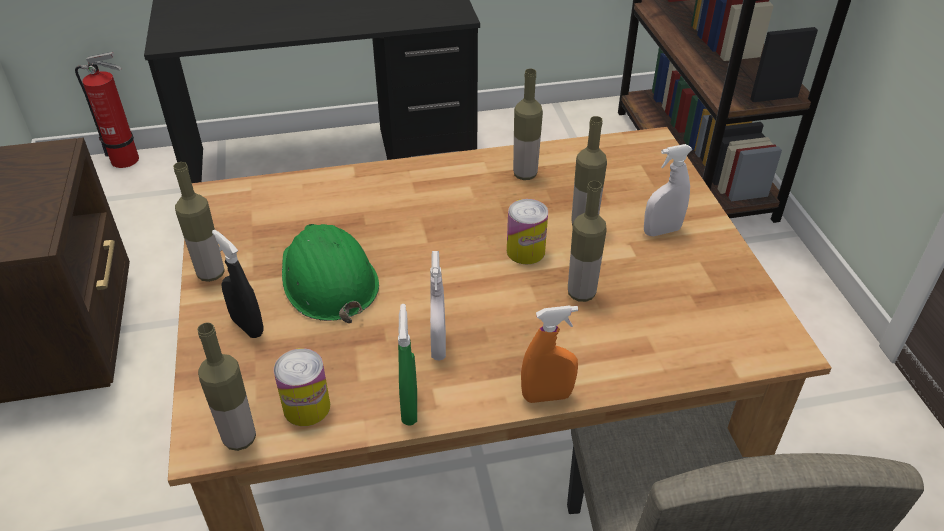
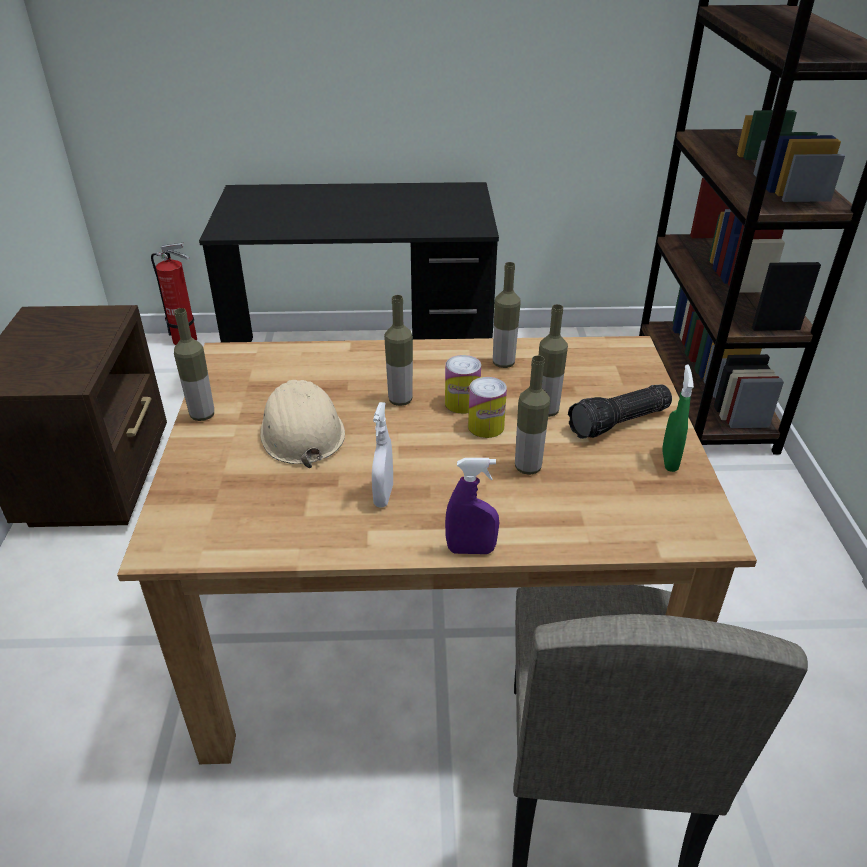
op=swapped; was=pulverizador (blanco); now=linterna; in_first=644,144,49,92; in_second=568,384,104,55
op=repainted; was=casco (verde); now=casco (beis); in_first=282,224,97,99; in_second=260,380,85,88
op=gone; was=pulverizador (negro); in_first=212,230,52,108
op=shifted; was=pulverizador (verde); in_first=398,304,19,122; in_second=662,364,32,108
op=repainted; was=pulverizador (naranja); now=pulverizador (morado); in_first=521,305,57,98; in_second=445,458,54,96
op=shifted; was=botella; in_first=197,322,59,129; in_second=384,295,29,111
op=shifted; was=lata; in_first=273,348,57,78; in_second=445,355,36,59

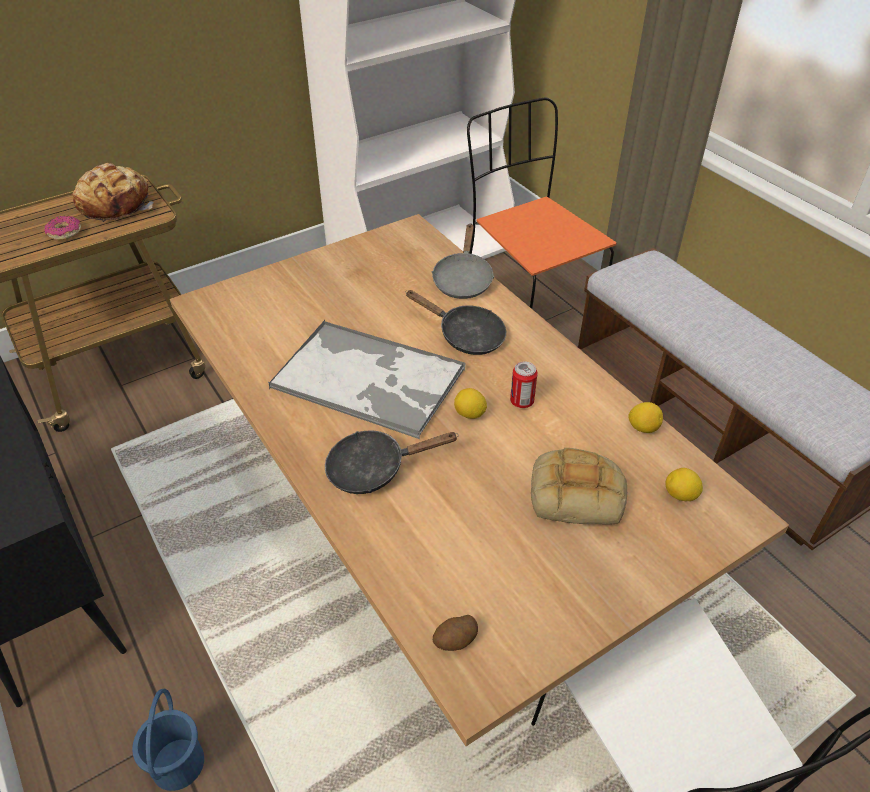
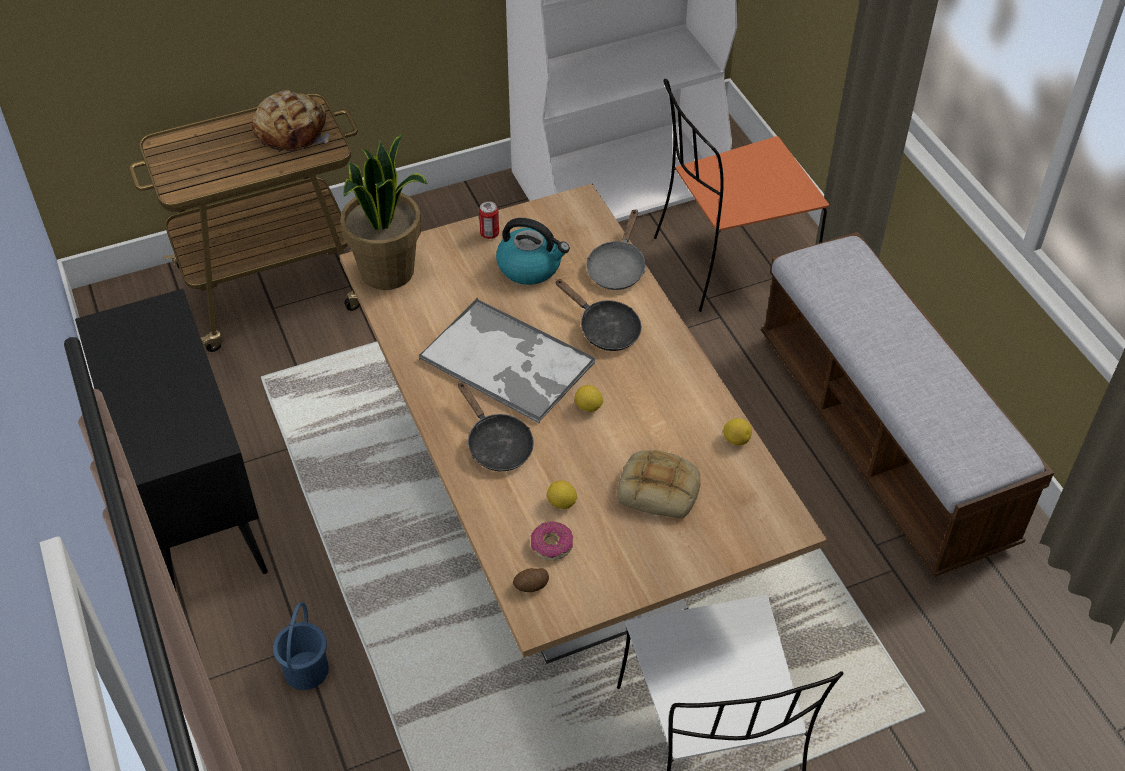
op=rotated; was=silla (naranja); in_first=467,97,150,212; in_second=654,79,175,233; clockwise=-90
op=shifted; was=rosquilla; in_first=45,216,36,24; in_second=531,521,43,40
op=shifted; was=lata; in_first=510,361,28,47; in_second=479,201,20,38
op=rotated; was=sartén (negro); in_first=325,430,134,64; in_second=458,381,76,90; clockwise=-120
op=shifted; was=limón; in_first=666,468,37,33; in_second=547,481,30,28
op=new; now=planta en maceta; in_second=340,134,88,156
op=new; now=hervidor; in_second=496,218,74,67

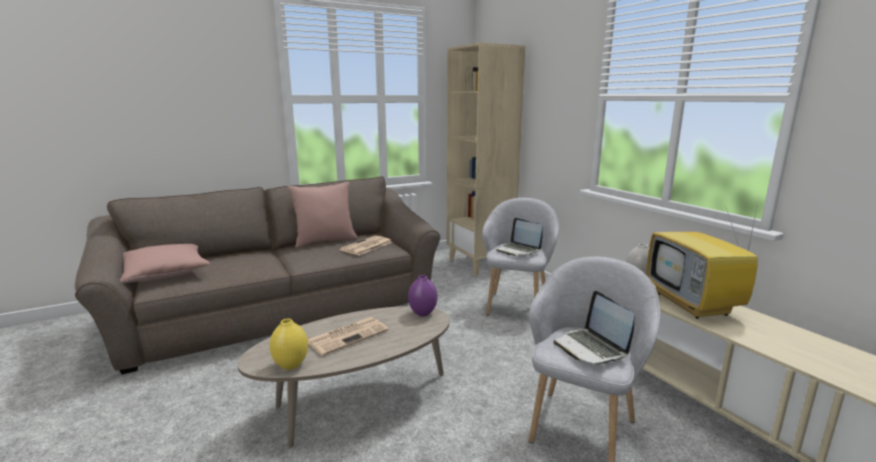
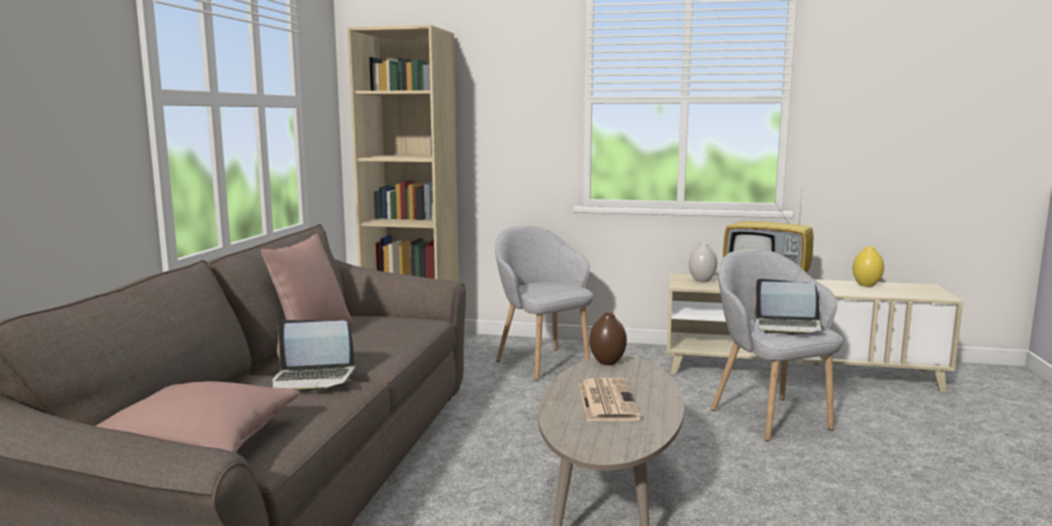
op=shifted; was=portátil; in_first=496,218,47,38; in_second=272,320,83,73
op=gone; was=periódico; in_first=339,236,53,19
op=repainted; was=florero (morado); now=florero (marrón); in_first=408,275,30,41; in_second=589,312,38,53
op=shifted; was=florero (amarillo); in_first=270,319,38,51; in_second=852,246,32,41

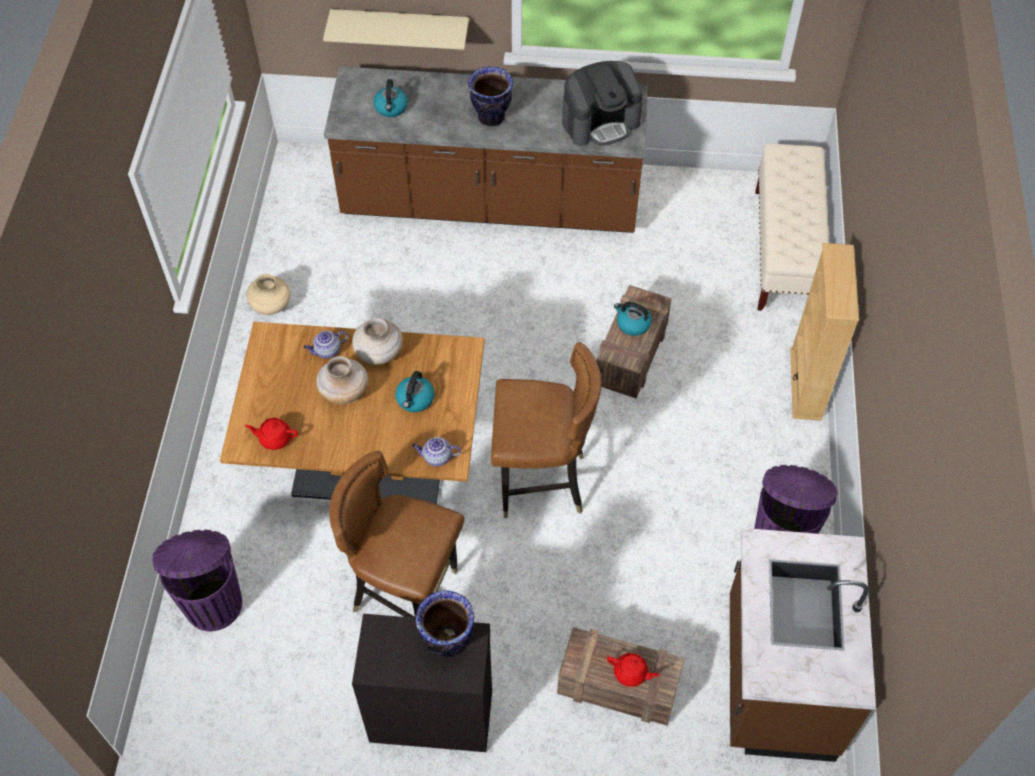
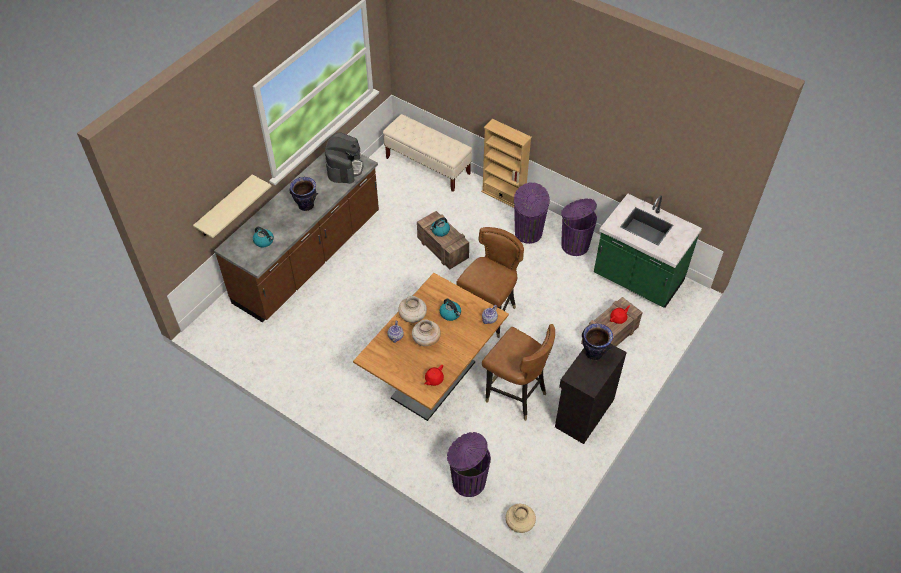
op=shifted; was=florero (beis); in_first=246,274,44,41; in_second=506,504,30,29
op=rotated; was=silla (marrón); in_first=329,451,135,167; in_second=482,324,73,97; clockwise=-105
op=repainted; was=mueble bajo de cocina (marrón); now=mueble bajo de cocina (verde); in_first=730,528,146,234; in_second=594,194,108,114
op=new; now=papelera (morado); in_second=514,182,36,62

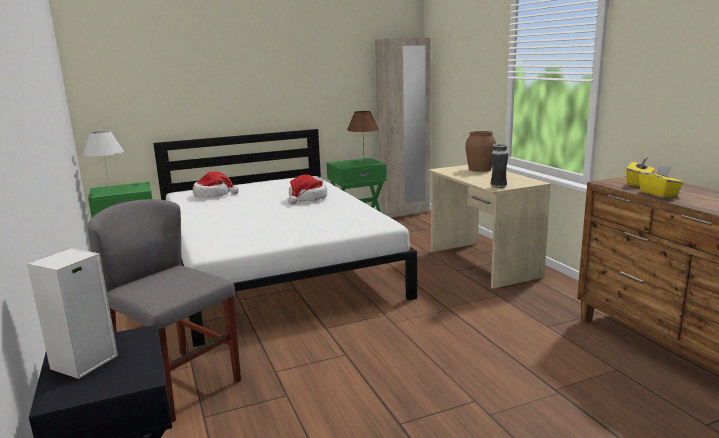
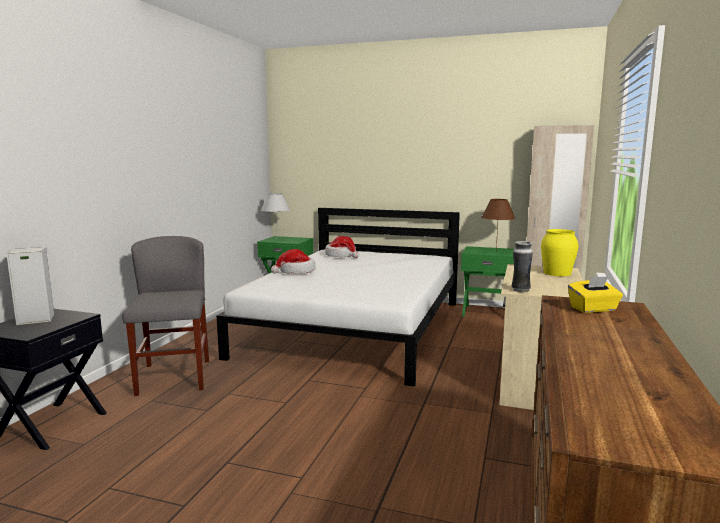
op=repainted; was=florero (marrón); now=florero (amarillo); in_first=465,131,31,41; in_second=541,229,38,47
op=gone; was=caja de pañuelos (amarillo); in_first=638,165,45,33
op=shifted; was=sombrero; in_first=288,174,39,31; in_second=271,249,45,25

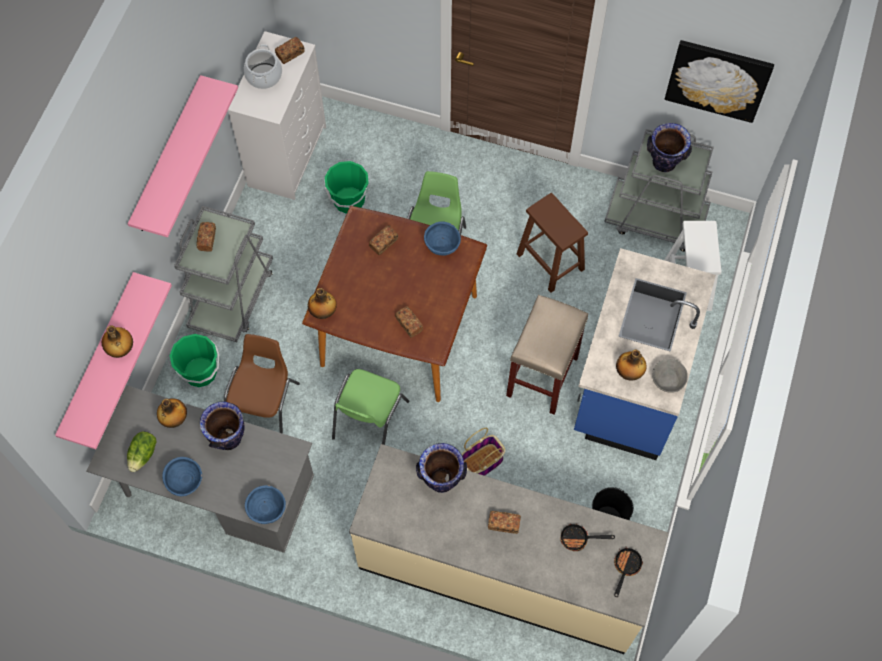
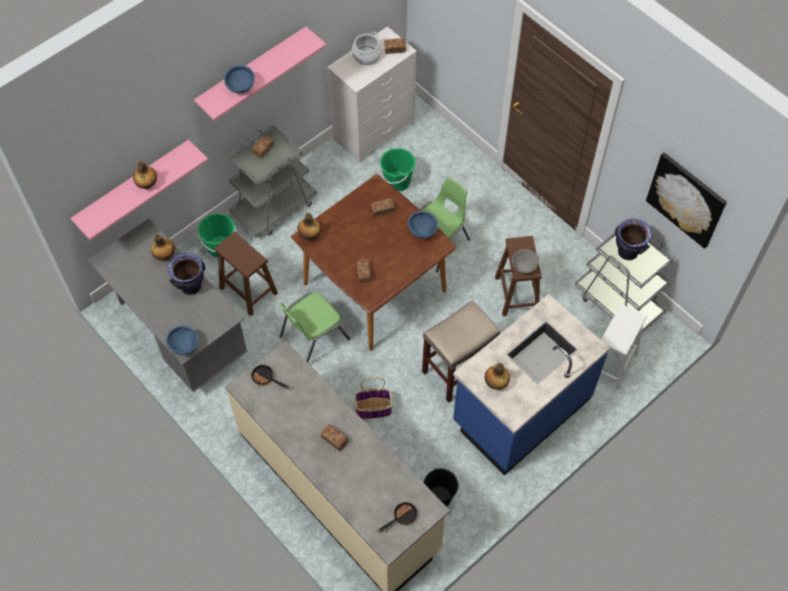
op=swapped; was=silla (marrón); now=taburete (marrón); in_first=224,334,76,100; in_second=214,232,64,84
op=shifted; was=cuenco (gris); in_first=652,359,36,34; in_second=512,249,27,25
op=gone; was=lechuga; in_first=127,431,30,41
op=gone; was=florero; in_first=416,443,51,50
op=shifted; was=cuenco (azul); in_first=162,457,40,39; in_second=224,65,31,29
op=shifted; was=sartén; in_first=560,524,55,27; in_second=251,365,38,24

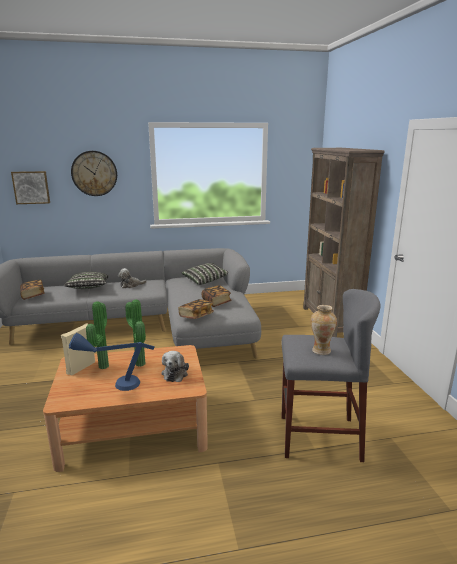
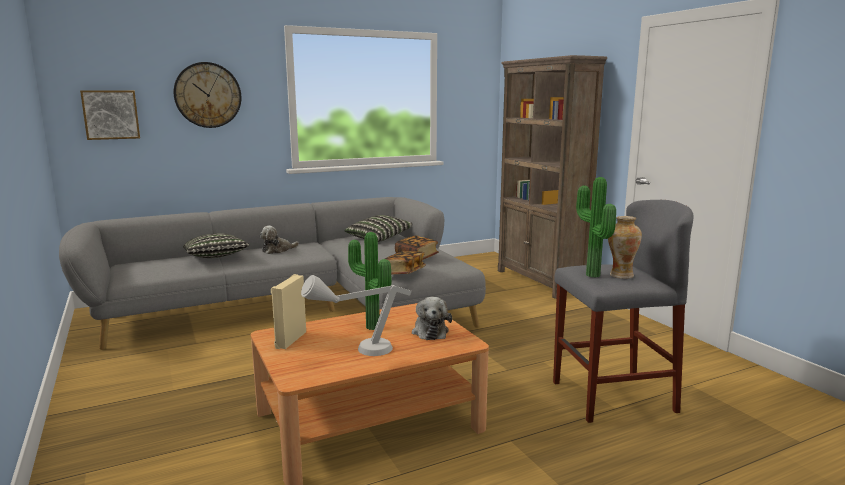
op=gone; was=libro; in_first=20,280,25,20
op=shifted; was=planta en maceta; in_first=86,301,23,68; in_second=576,177,40,101
op=repainted; was=lámpara de mesa (azul); now=lámpara de mesa (gris); in_first=69,333,86,58; in_second=301,275,111,81

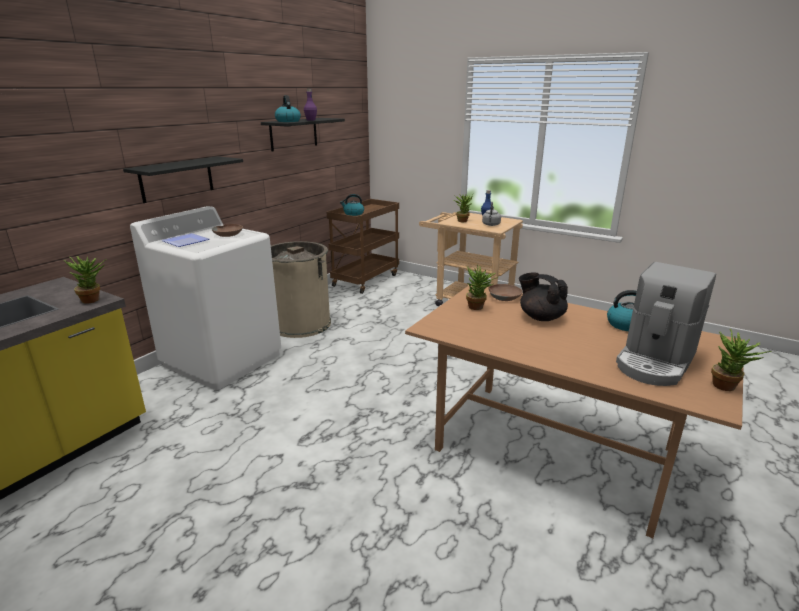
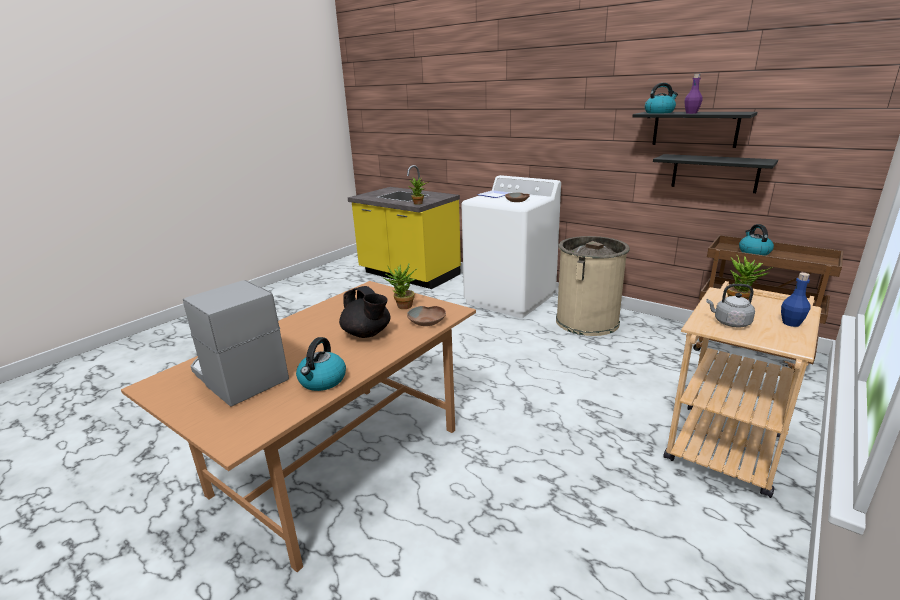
op=shifted; was=estante (negro); in_first=123,156,120,47; in_second=653,154,125,39
op=rotated; was=tetera (negro); in_first=519,272,49,49; in_second=339,286,52,52; clockwise=90
op=gone; was=planta en maceta; in_first=711,328,61,63

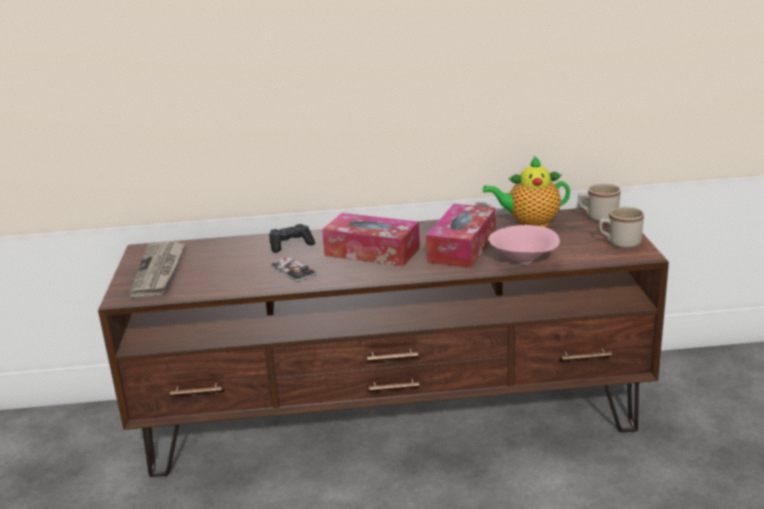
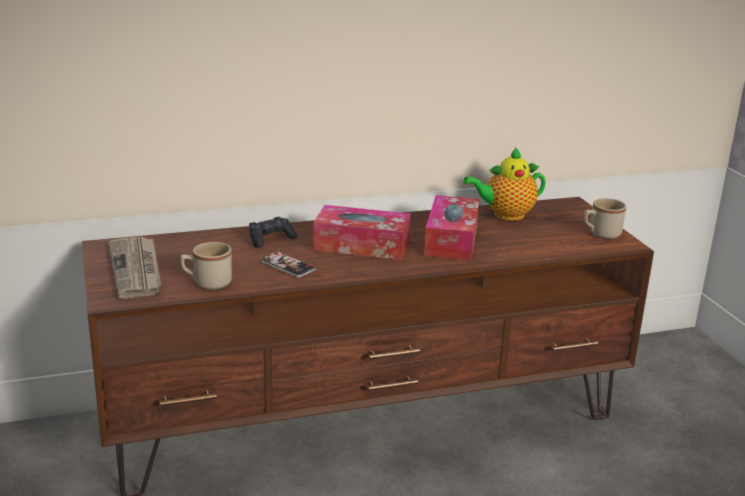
op=shifted; was=taza grande (beis); in_first=578,184,43,38; in_second=181,242,51,48
op=gone; was=cuenco (rosa); in_first=488,225,72,40

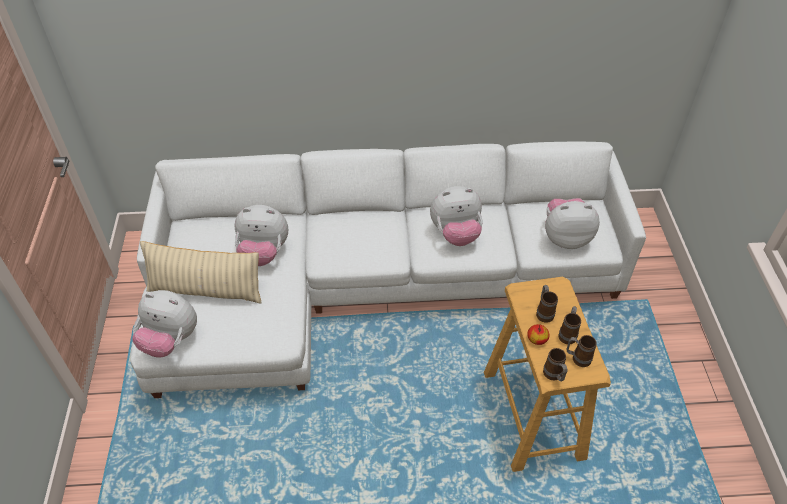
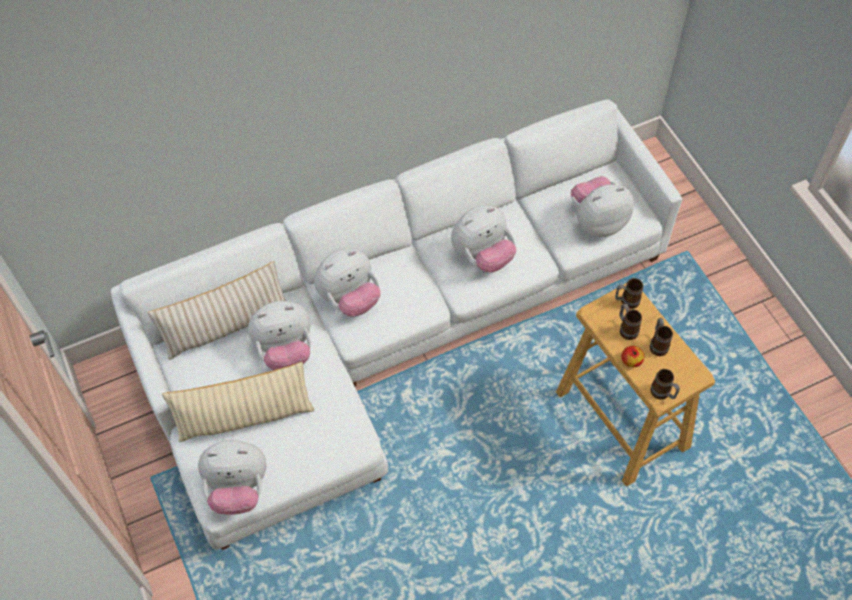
op=shifted; was=taza grande; in_first=566,335,31,32; in_second=615,278,28,31
op=new; now=peluche; in_second=314,248,66,68
op=new; now=cojín (beis); in_second=148,261,138,99

